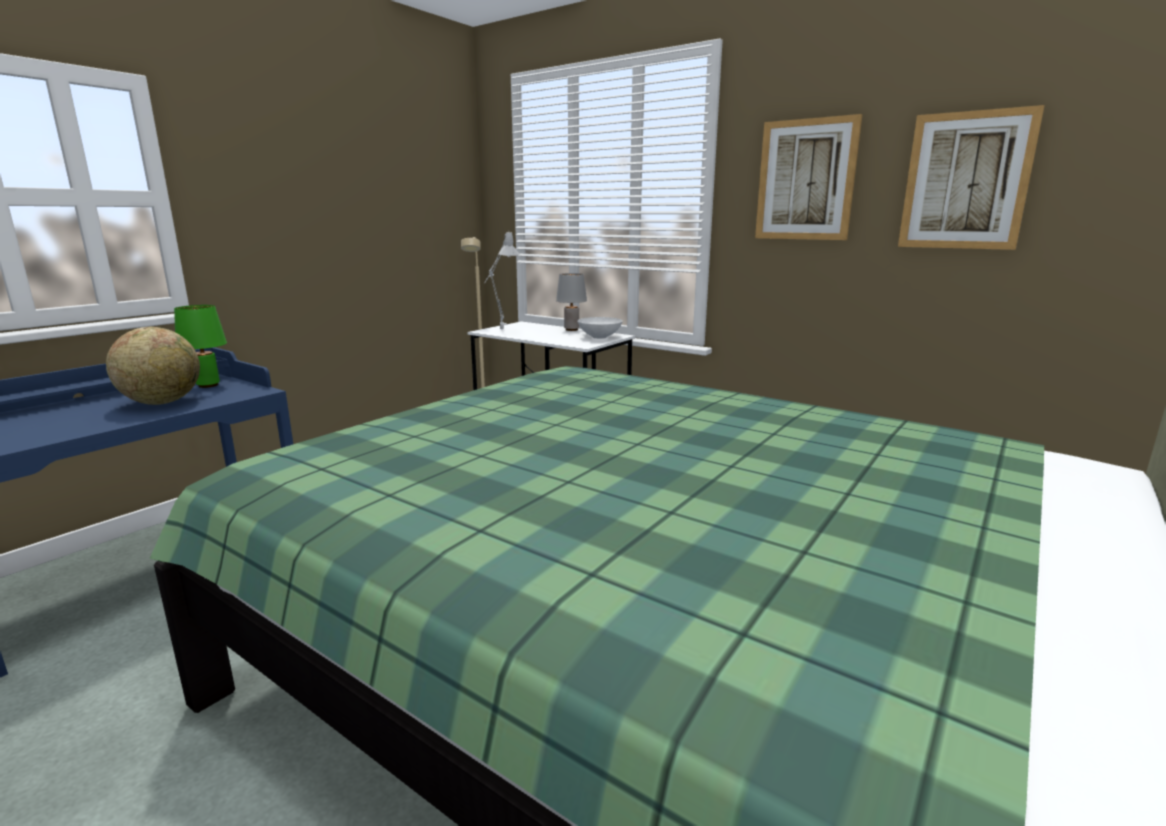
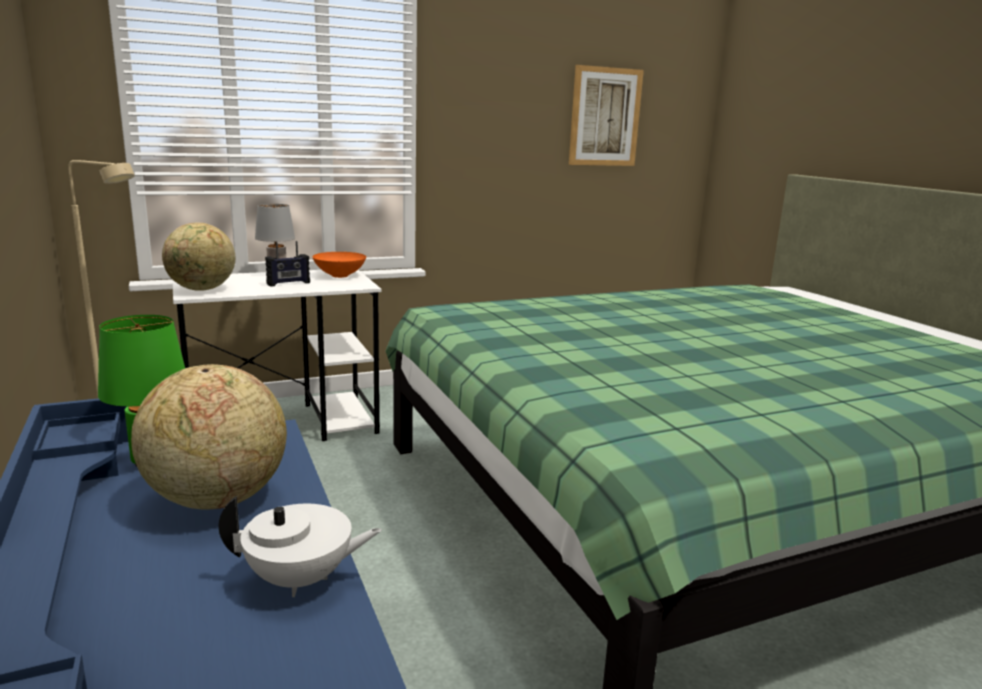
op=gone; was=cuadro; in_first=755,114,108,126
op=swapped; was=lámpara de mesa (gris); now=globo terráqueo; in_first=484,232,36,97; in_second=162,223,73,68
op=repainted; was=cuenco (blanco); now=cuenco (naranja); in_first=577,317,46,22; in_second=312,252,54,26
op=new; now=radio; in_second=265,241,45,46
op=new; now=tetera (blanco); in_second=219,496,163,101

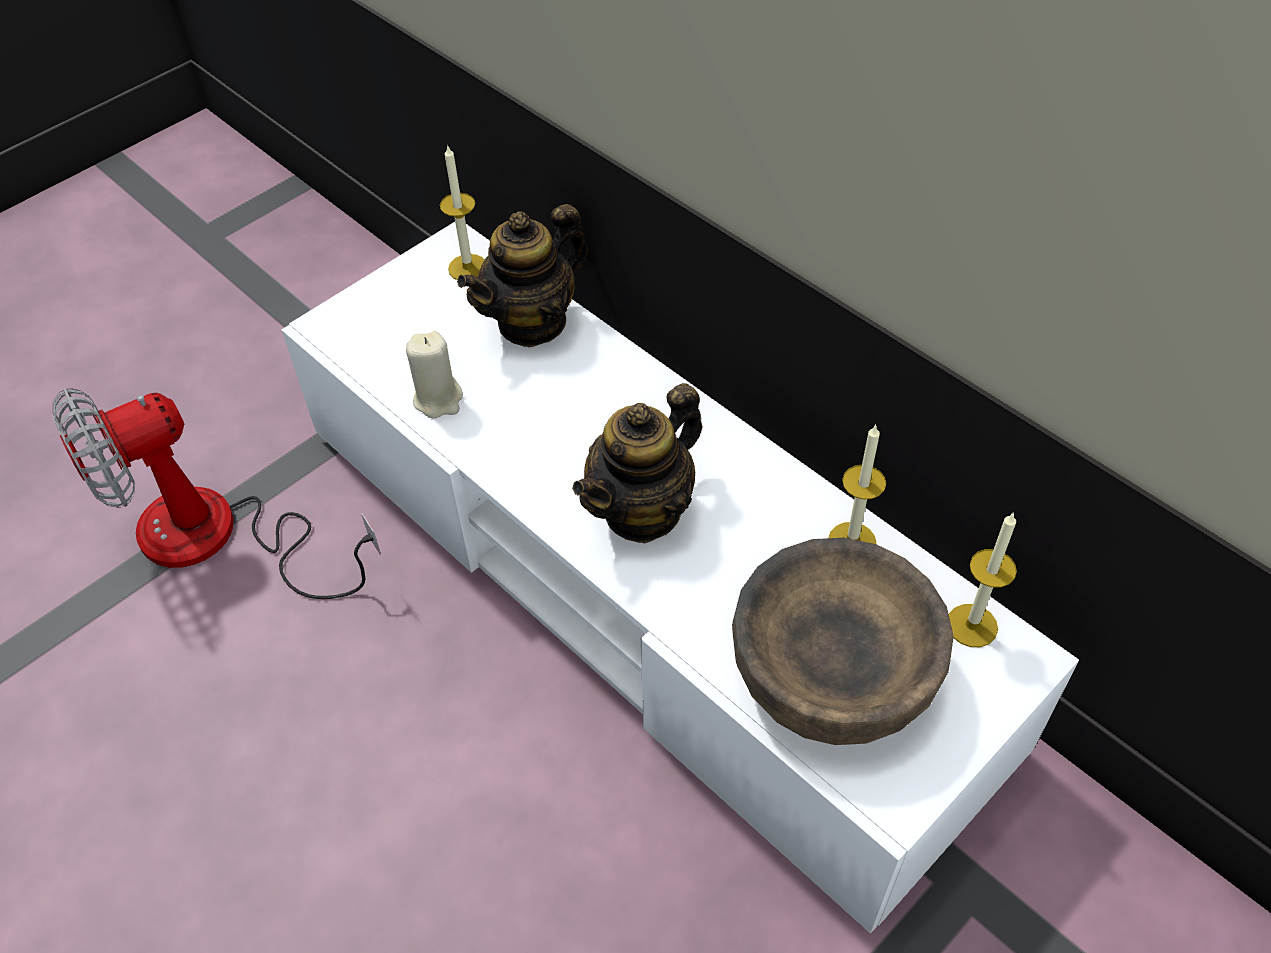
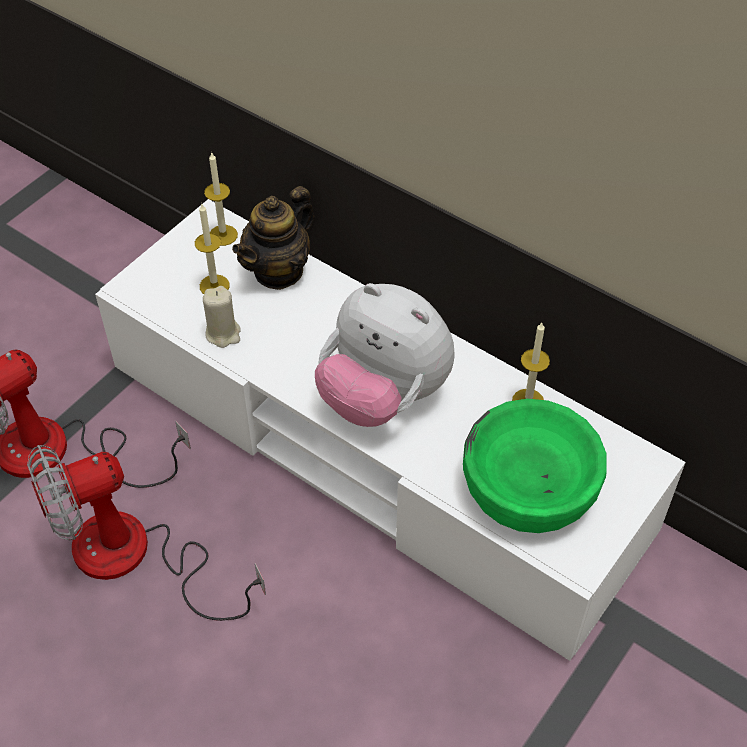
op=swapped; was=tetera; now=peluche; in_first=572,383,130,160; in_second=315,283,140,144
op=shifted; was=vela; in_first=949,512,68,135; in_second=195,204,35,90
op=repainted; was=cuenco (marrón); now=cuenco (verde); in_first=732,538,222,207; in_second=463,399,144,134
op=new; now=ventilador; in_second=27,445,239,176

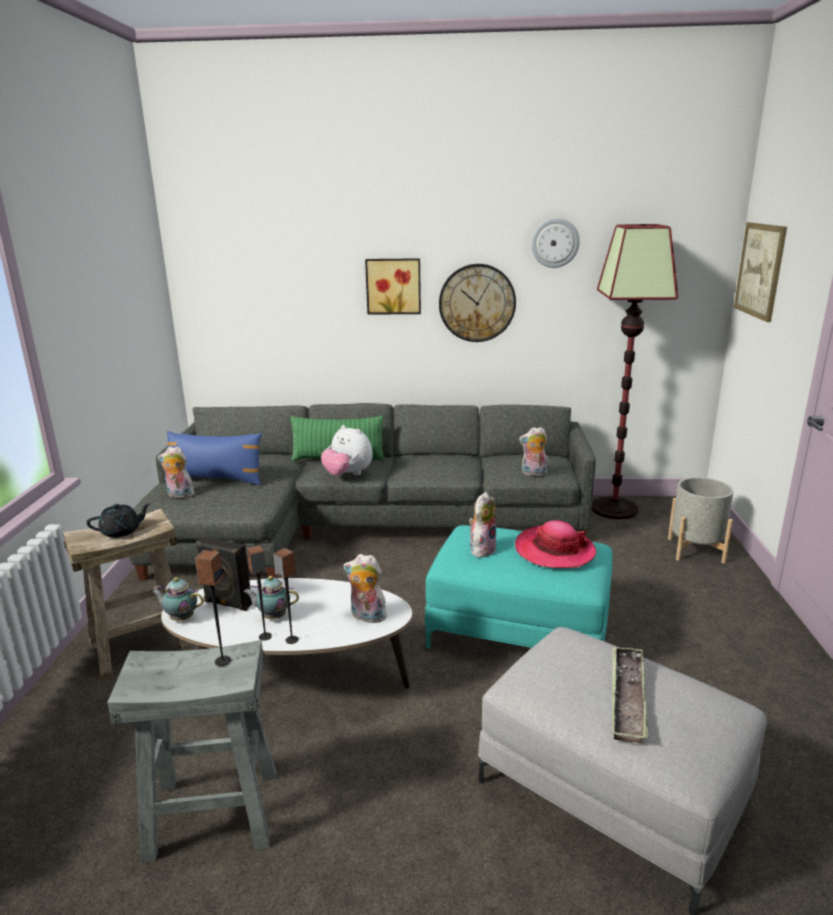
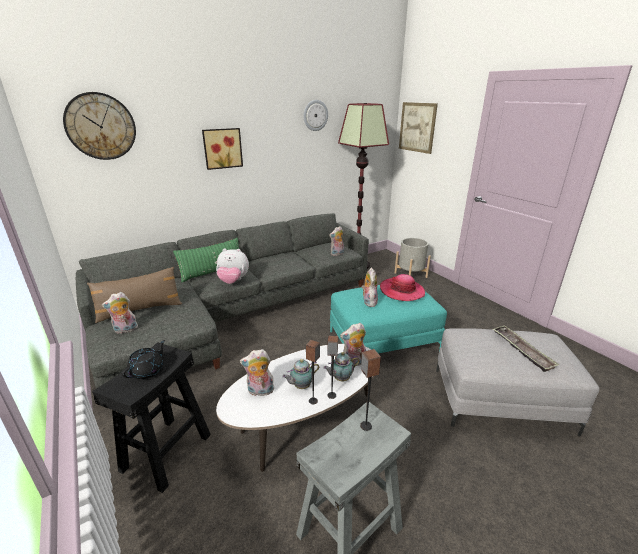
op=shifted; was=reloj de pared; in_first=439,264,77,78; in_second=63,92,73,68
op=repainted; was=cojín (azul); now=cojín (marrón); in_first=164,431,98,54; in_second=87,267,95,56
op=repainted; was=taburete (beis); now=taburete (negro); in_first=63,509,131,170; in_second=92,342,119,151
op=swapped; was=altavoz (negro); now=peluche; in_first=196,537,56,74; in_second=240,349,34,47
op=shifted; was=tetera; in_first=152,577,52,44; in_second=323,352,37,29

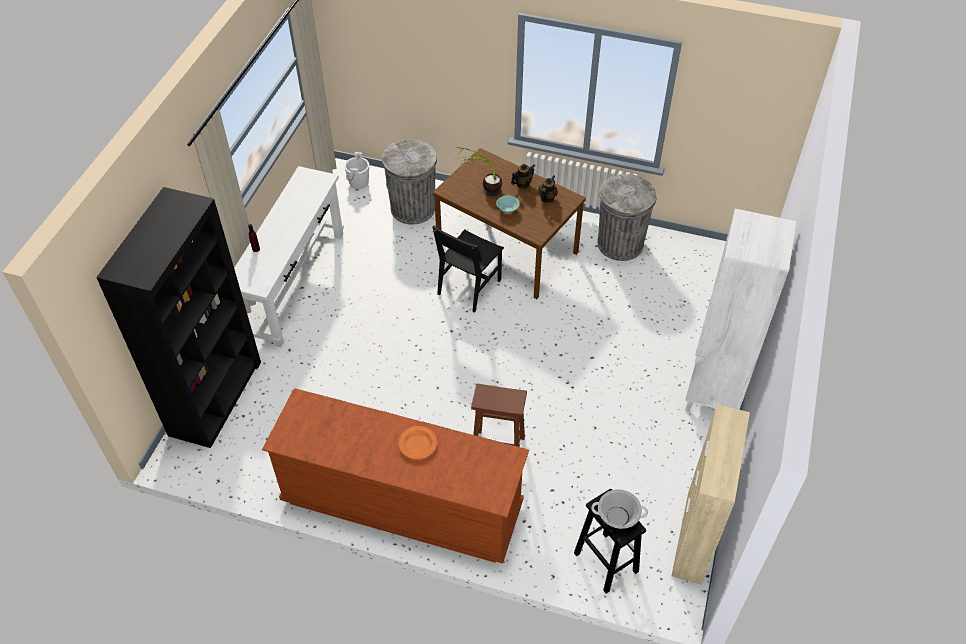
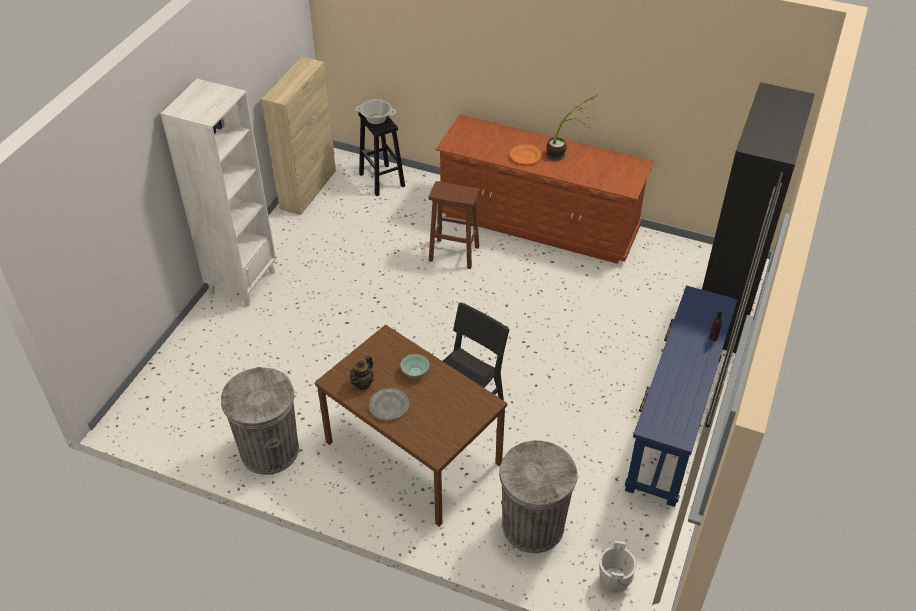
op=shifted; was=planta en maceta; in_first=453,147,49,49; in_second=546,95,52,66
op=swapped; was=tetera; now=plato (gris); in_first=511,164,25,24; in_second=369,388,40,32
op=repainted; was=mesa consola (blanco); now=mesa consola (azul); in_first=234,166,110,182; in_second=625,286,112,221

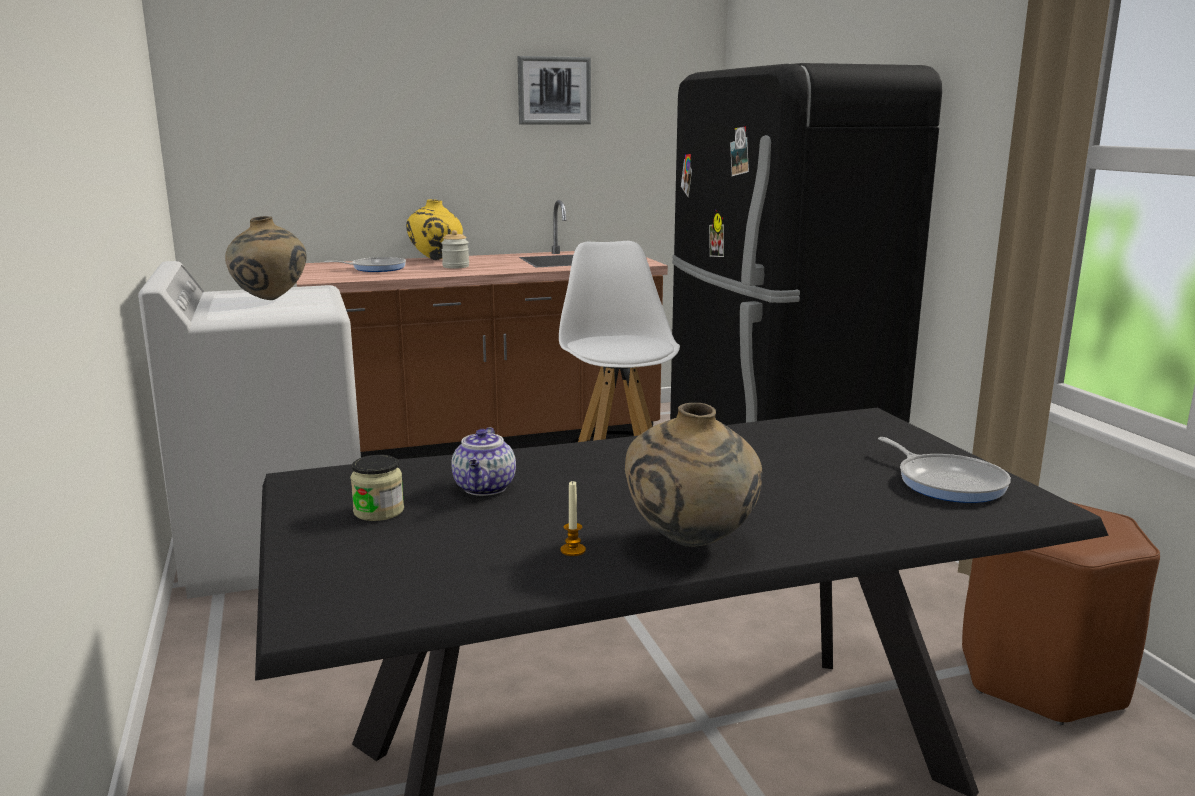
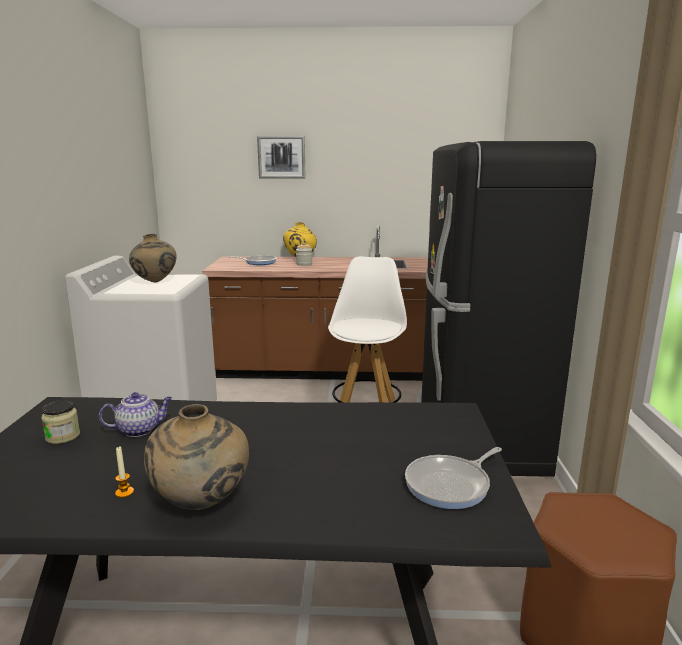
op=shifted; was=cuadro; in_first=518,56,73,69; in_second=257,136,49,43
op=rotated; was=tetera; in_first=452,427,64,69; in_second=99,392,73,45; clockwise=-135
op=rotated; was=sartén; in_first=878,437,133,66; in_second=405,447,97,62; clockwise=60

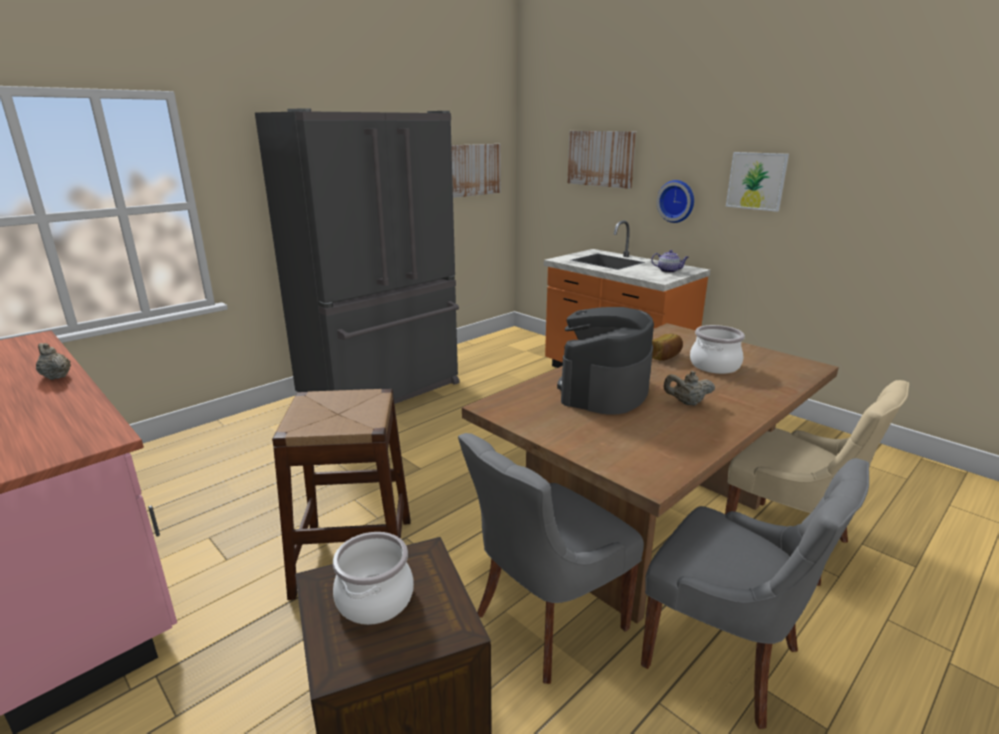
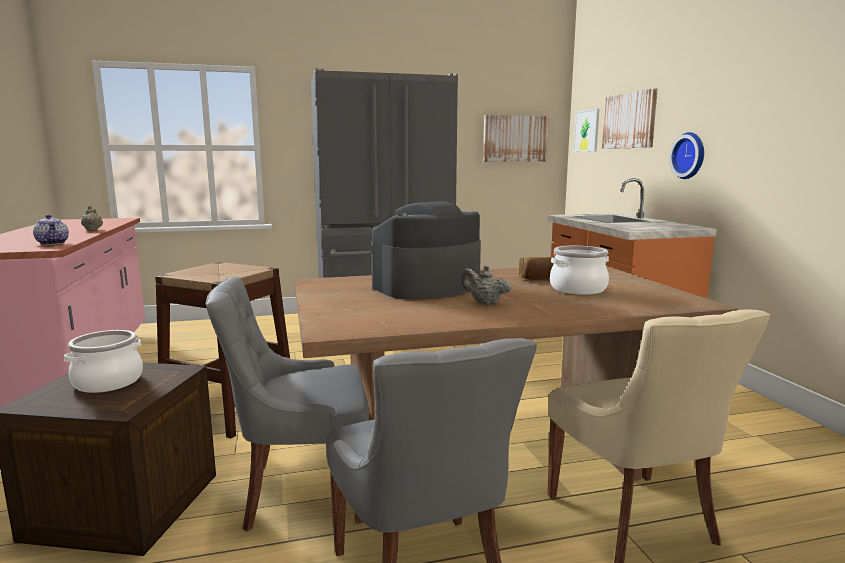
op=shifted; was=cuadro; in_first=726,152,63,60; in_second=574,109,25,43
op=shifted; was=tetera; in_first=651,250,38,23; in_second=33,215,36,30

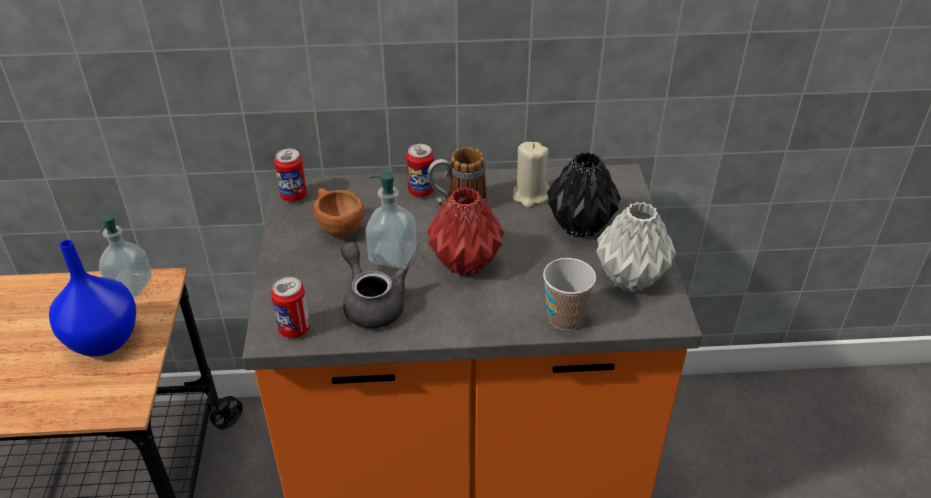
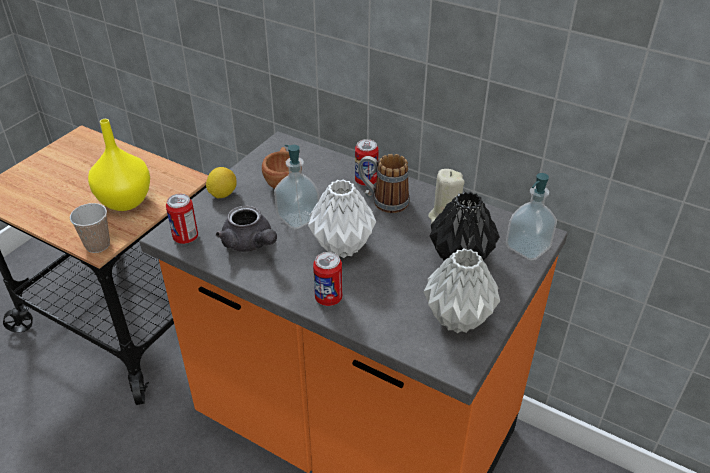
op=shifted; was=lata; in_first=274,148,33,54; in_second=313,252,30,54
op=repainted; was=florero (rojo); now=florero (blanco); in_first=427,187,77,89; in_second=308,179,68,79
op=shifted; was=dispensador de jabón; in_first=99,214,53,83; in_second=506,173,51,88
op=repainted; was=florero (azul); now=florero (amarillo); in_first=49,240,87,116; in_second=88,119,62,92
op=rotated; was=tetera (gris); in_first=341,242,68,86; in_second=216,205,61,47; clockwise=135
op=shifted; was=taza; in_first=543,258,53,72; in_second=70,203,40,50
op=new; now=limón; in_second=206,167,31,32

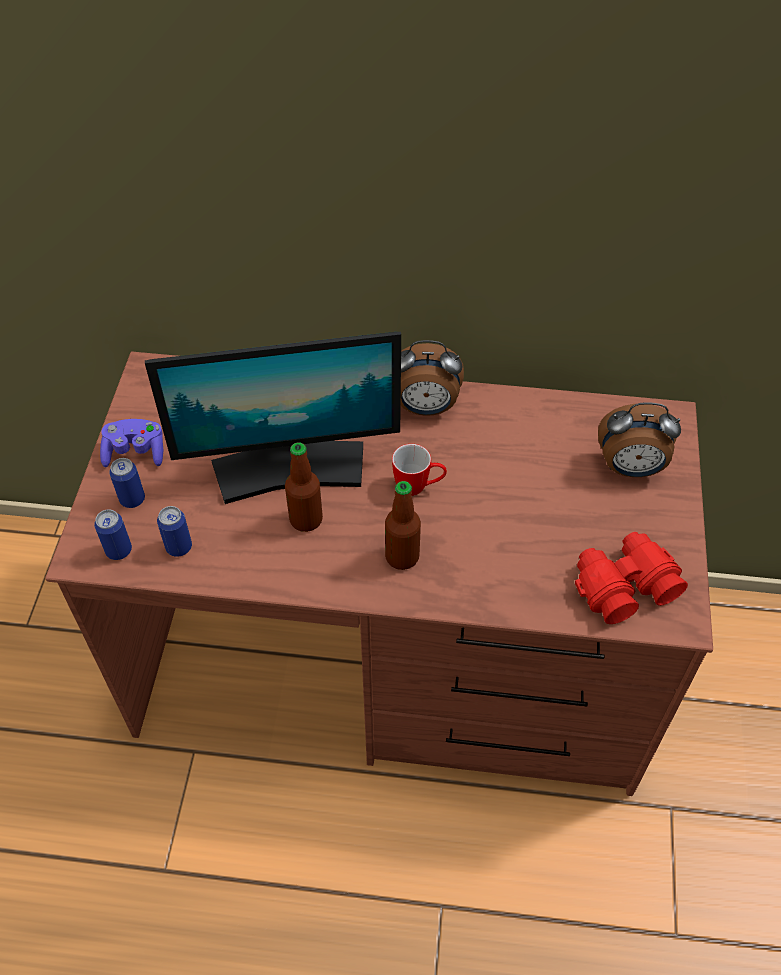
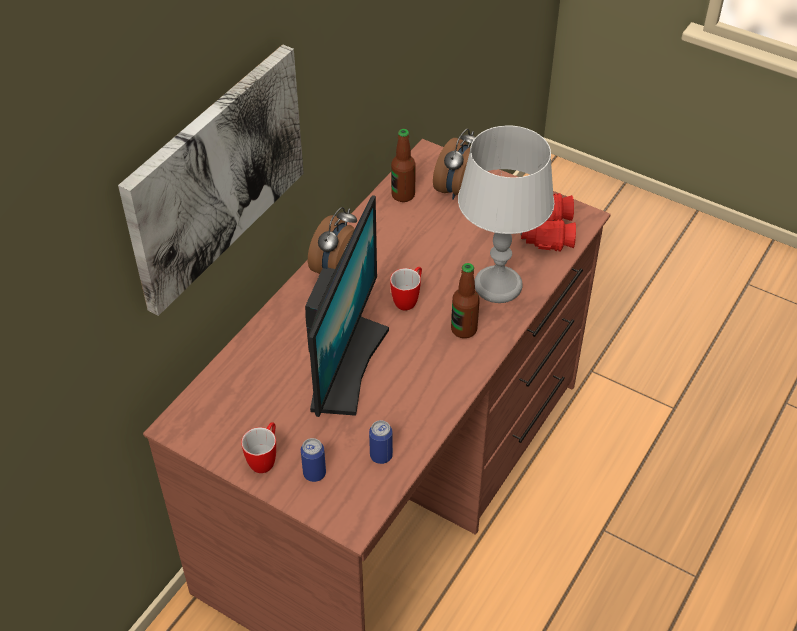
op=swapped; was=mando de consola (morado); now=taza grande; in_first=100,419,63,48; in_second=241,422,35,51
op=shifted; was=botella; in_first=285,442,38,90; in_second=391,129,25,73
op=gone; was=lata; in_first=94,509,38,51
op=new; now=cuadro; in_second=118,44,186,272
op=new; now=lámpara de mesa (gris); in_second=458,125,96,178

